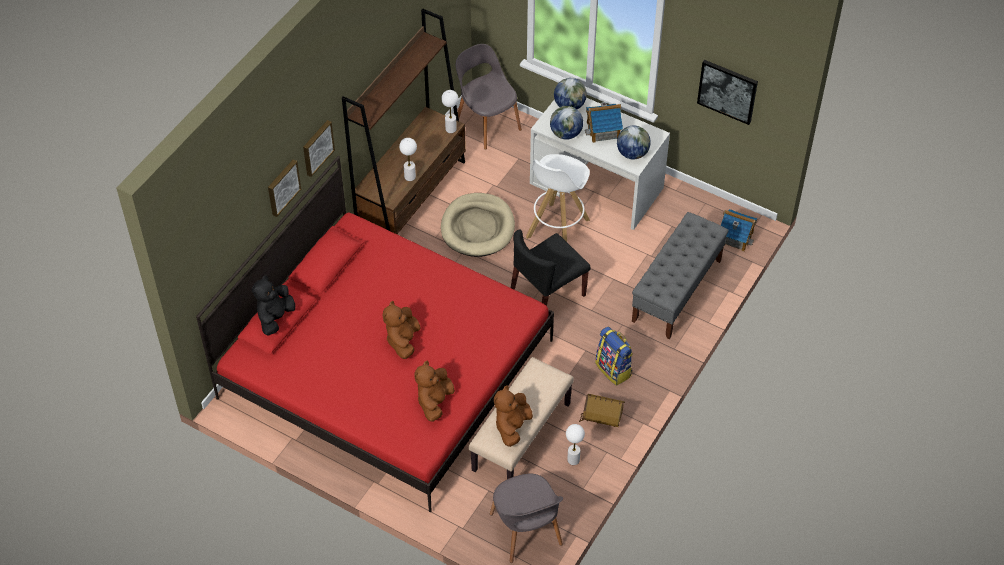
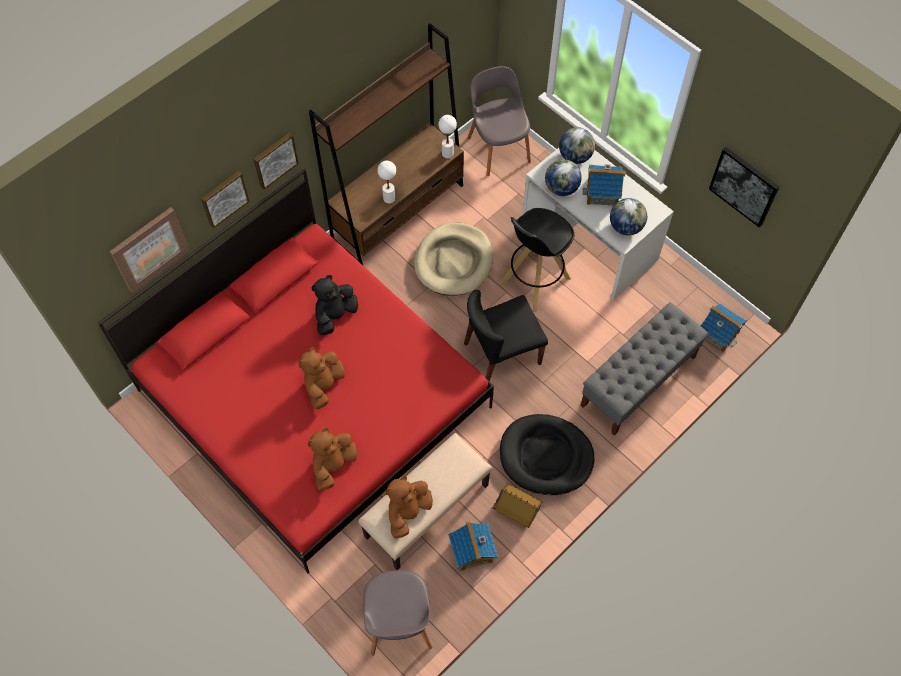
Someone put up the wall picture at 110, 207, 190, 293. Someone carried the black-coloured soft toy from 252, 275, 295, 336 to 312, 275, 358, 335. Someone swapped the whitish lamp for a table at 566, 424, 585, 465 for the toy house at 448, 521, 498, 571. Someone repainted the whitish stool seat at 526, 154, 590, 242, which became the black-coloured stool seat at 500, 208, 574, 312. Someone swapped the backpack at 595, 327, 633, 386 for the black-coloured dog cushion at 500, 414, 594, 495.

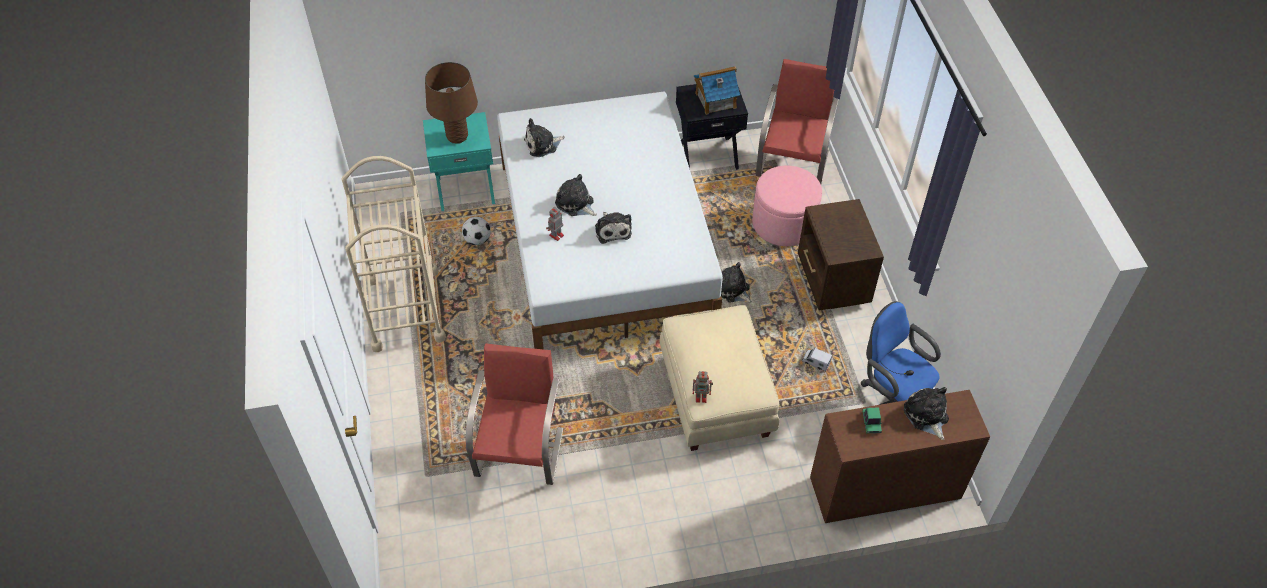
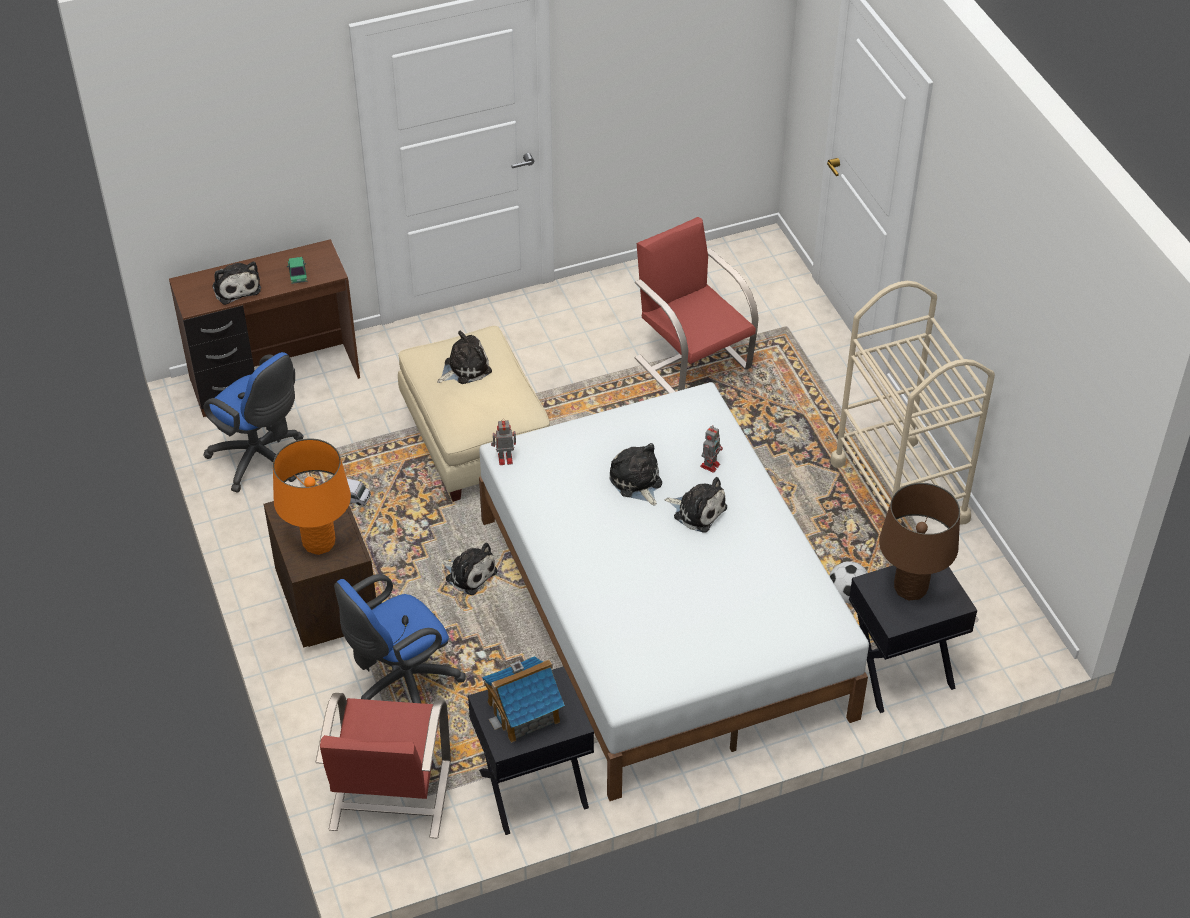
Someone put down the orange-coloured lamp for a table at 273, 438, 351, 555. Someone swapped the pink-coloured ottoman at 752, 166, 822, 246 for the bluish computer chair at 334, 574, 466, 703. Someone carried the soft toy from 524, 118, 565, 157 to 437, 331, 492, 384. Someone carried the robot figure from 693, 371, 713, 403 to 491, 419, 516, 465. Someone rotated the red upright chair at 466, 343, 563, 485 by 150 degrees clockwise. Someone repainted the blue-green nightstand at 423, 112, 495, 211, which became the black-coloured nightstand at 849, 565, 977, 713.

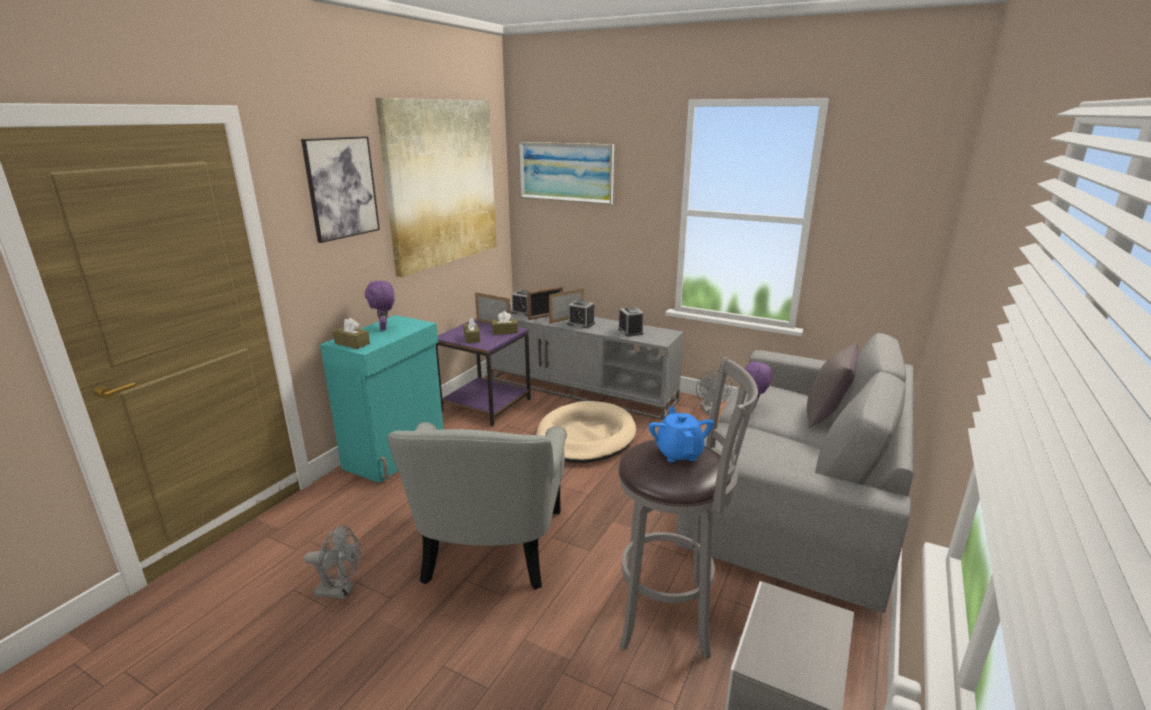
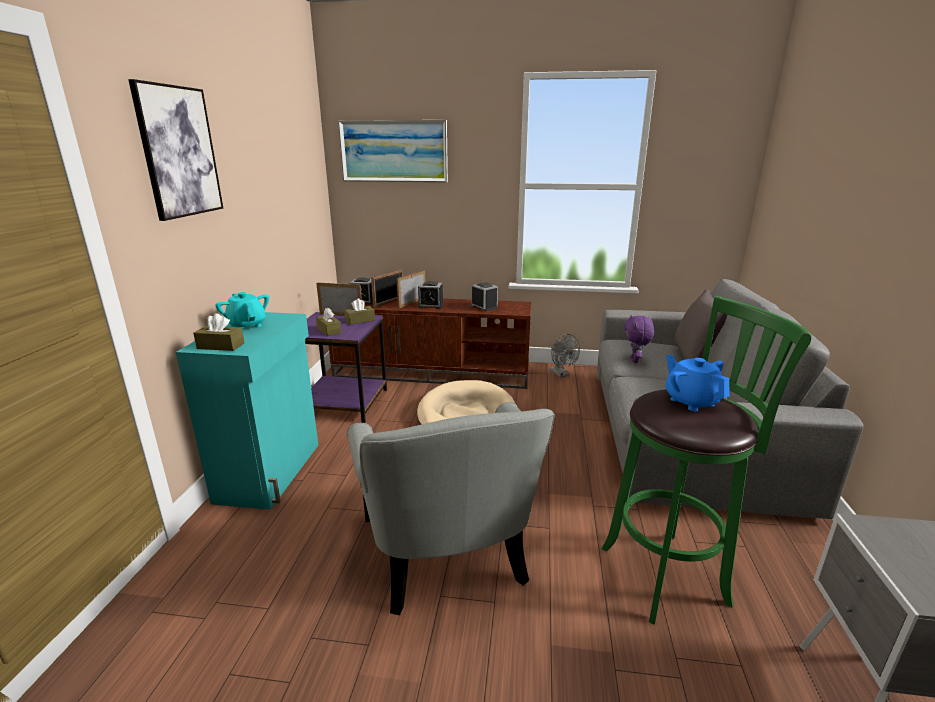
Someone swapped the purple soft toy at 365, 281, 395, 330 for the blue-green pot for tea at 215, 292, 269, 331. Someone repainted the grey media console at 490, 303, 684, 420, which became the brown media console at 329, 298, 531, 389. Someone repainted the grey stool seat at 619, 357, 758, 659, which became the green stool seat at 601, 296, 812, 625. Someone took away the grey electric fan at 304, 525, 361, 599. Someone took away the wall picture at 375, 98, 497, 277.

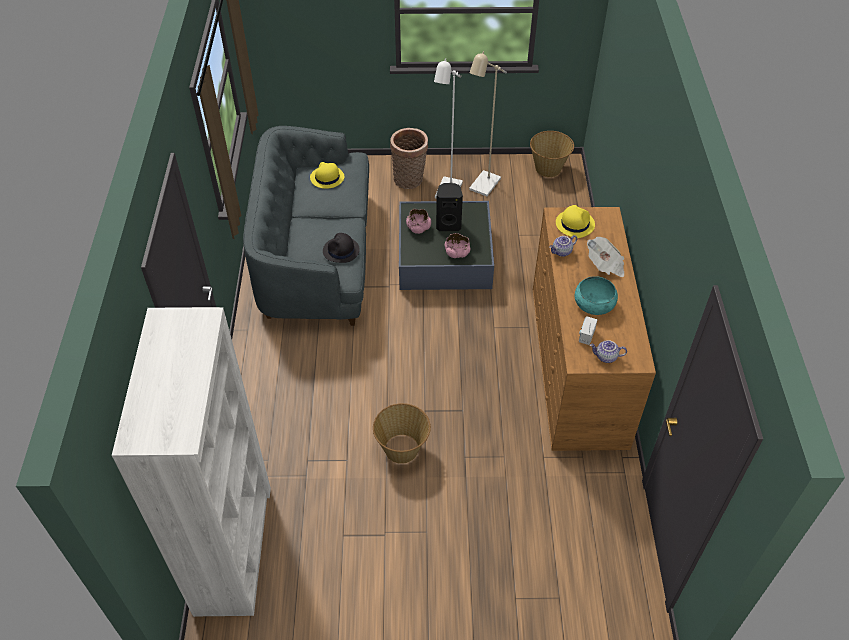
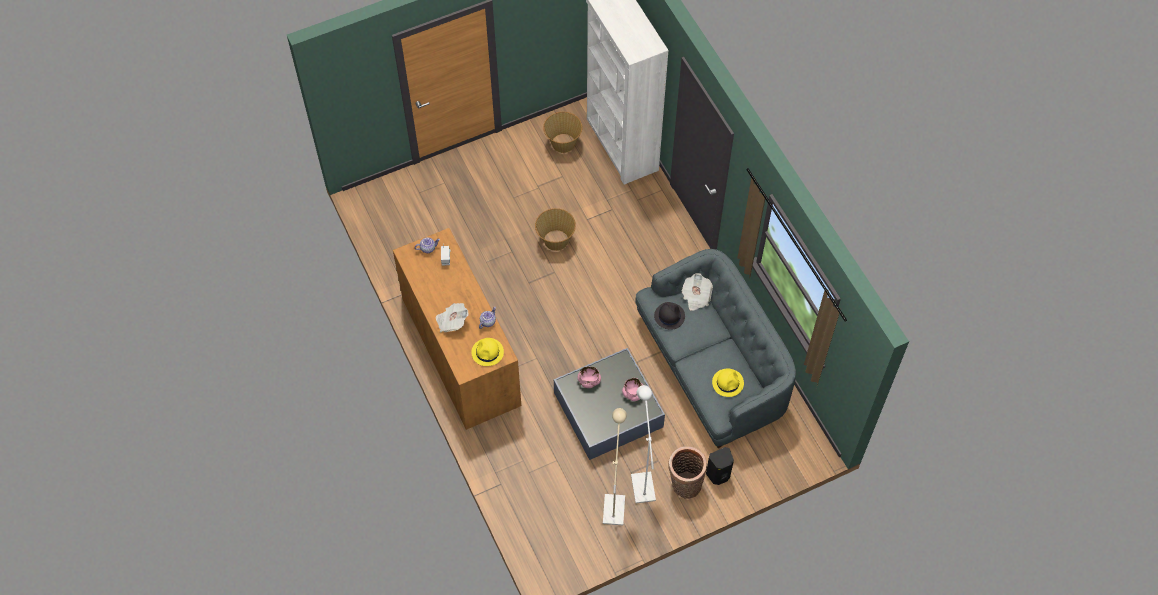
Someone carried the household basket from 530, 131, 574, 177 to 543, 112, 582, 153. Someone put down the printed paper at 682, 273, 713, 311. Someone carried the black-coloured audio speaker from 436, 183, 463, 231 to 706, 447, 734, 485. Someone took away the blue-green serving bowl at 575, 276, 618, 315.

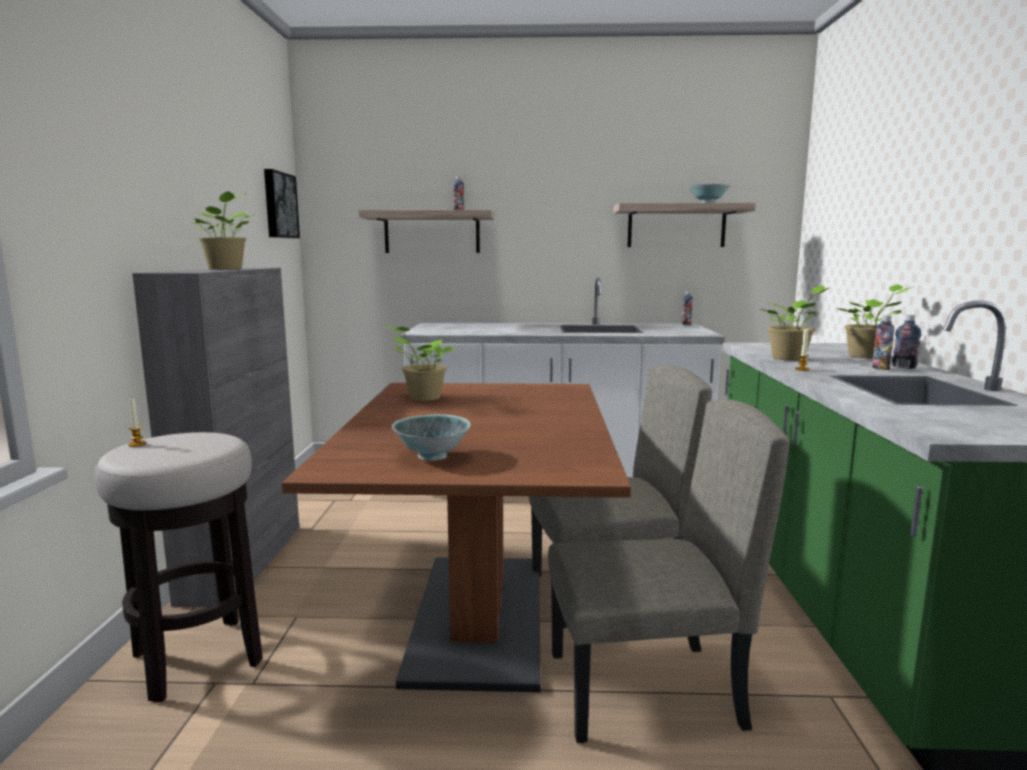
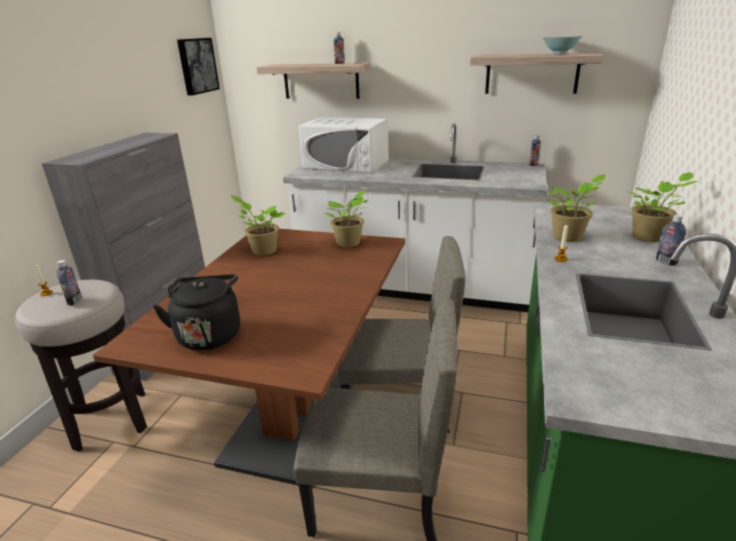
Someone carried the bottle from 872, 315, 895, 370 to 56, 260, 82, 305. Someone swapped the serving bowl at 392, 414, 470, 461 for the black-coloured tea kettle at 153, 274, 240, 350. Someone put down the whitish microwave at 299, 117, 389, 173. Someone carried the plant in a pot from 193, 191, 253, 270 to 325, 190, 369, 247.

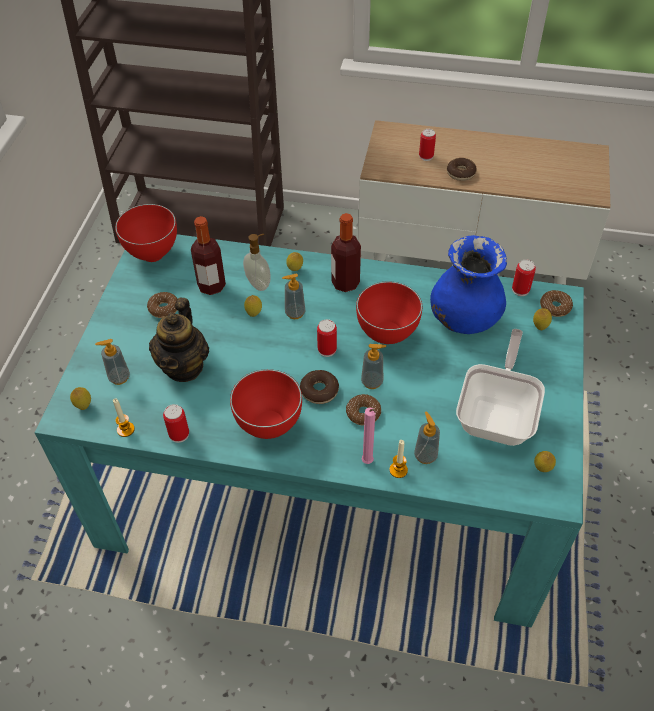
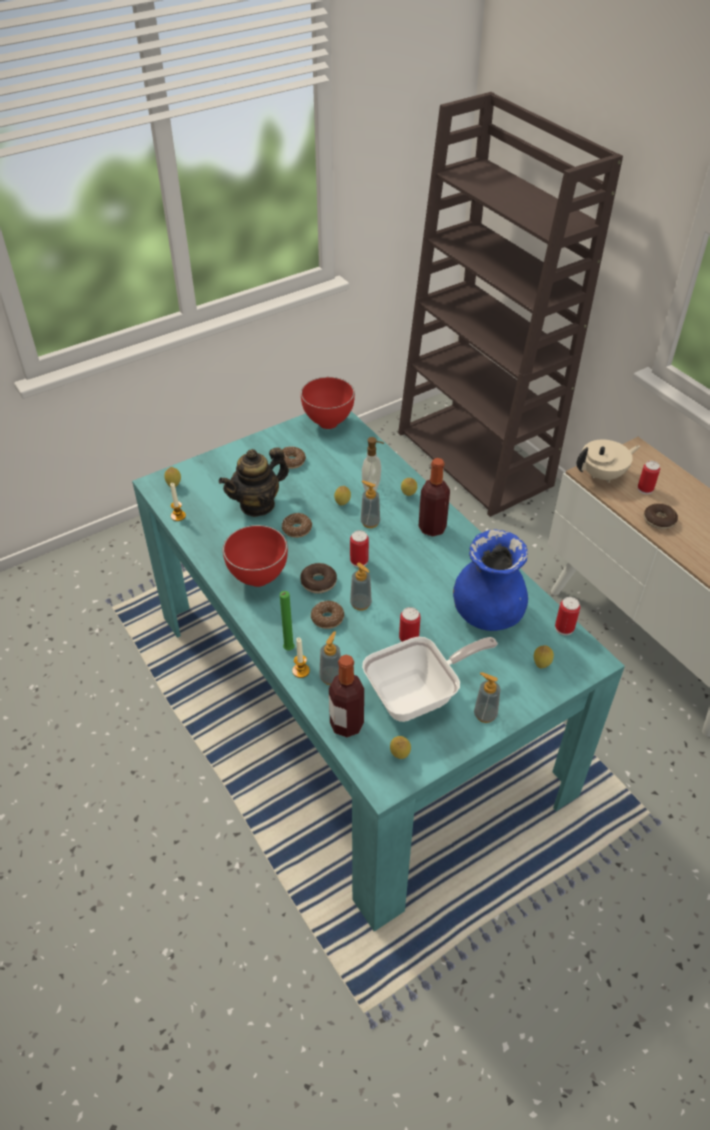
Someone repainted the pink-coloured wax candle at 362, 408, 378, 464, which became the green wax candle at 280, 591, 294, 650. Someone carried the donut from 540, 290, 573, 317 to 282, 513, 312, 538. Someone carried the bottle from 191, 216, 226, 295 to 329, 655, 364, 737. Someone carried the sealed can from 163, 404, 189, 443 to 399, 607, 421, 642. Someone carried the liquid soap bottle from 95, 339, 130, 385 to 474, 672, 500, 723. Someone put down the beige pot for tea at 577, 440, 640, 483. Someone took away the red serving bowl at 356, 281, 422, 344.

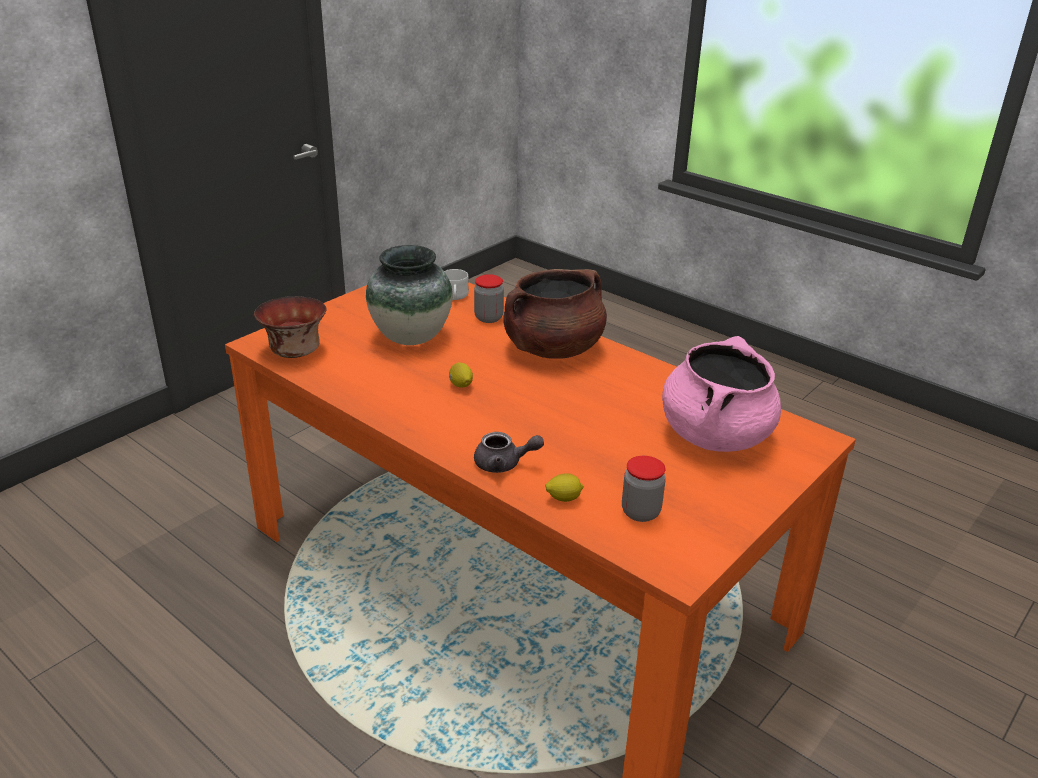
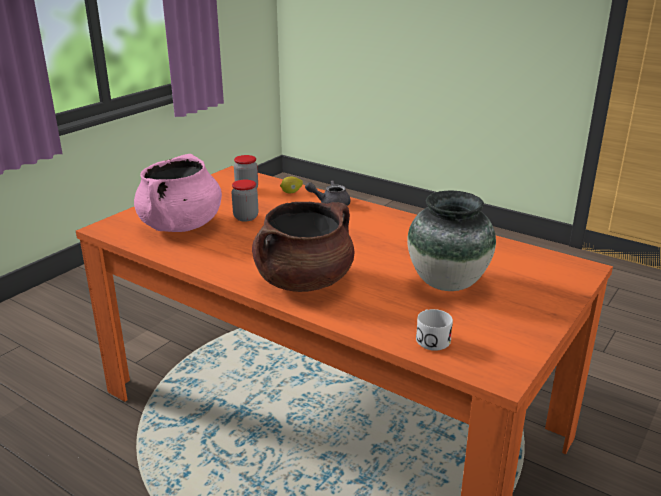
Someone carried the preserve jar from 474, 274, 504, 323 to 232, 180, 258, 222. Someone took away the serving bowl at 254, 296, 327, 358. Someone took away the whole lemon at 449, 363, 473, 387.

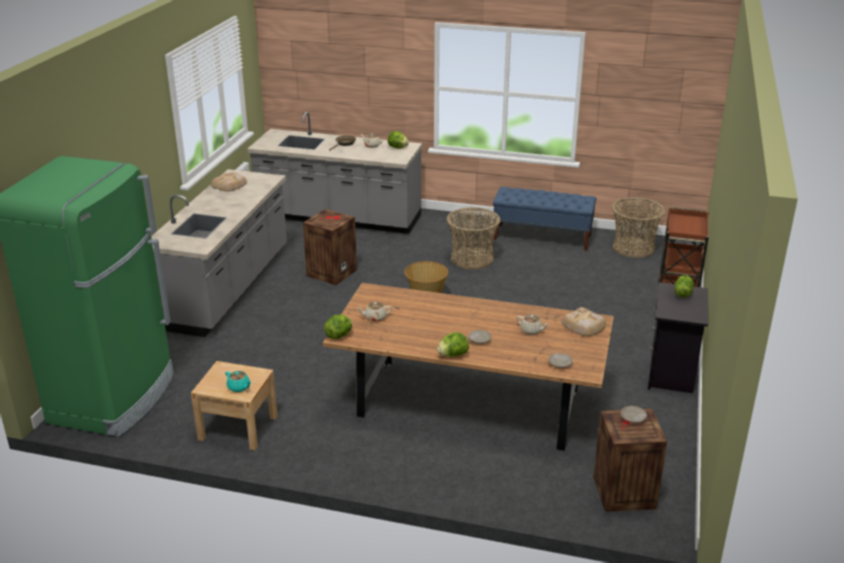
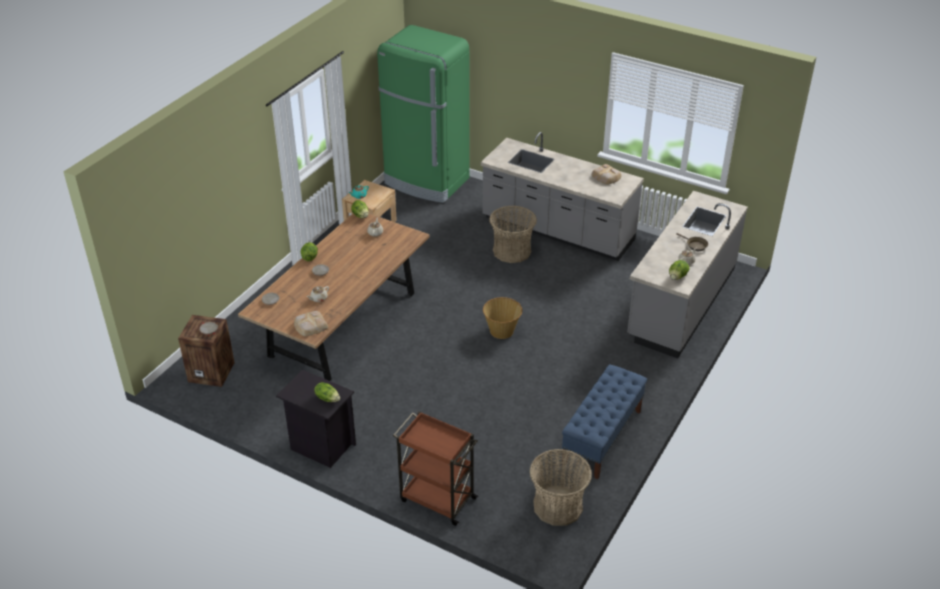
Someone carried the household basket from 447, 207, 500, 269 to 489, 205, 537, 263. Someone took away the packing crate at 303, 209, 357, 285.

